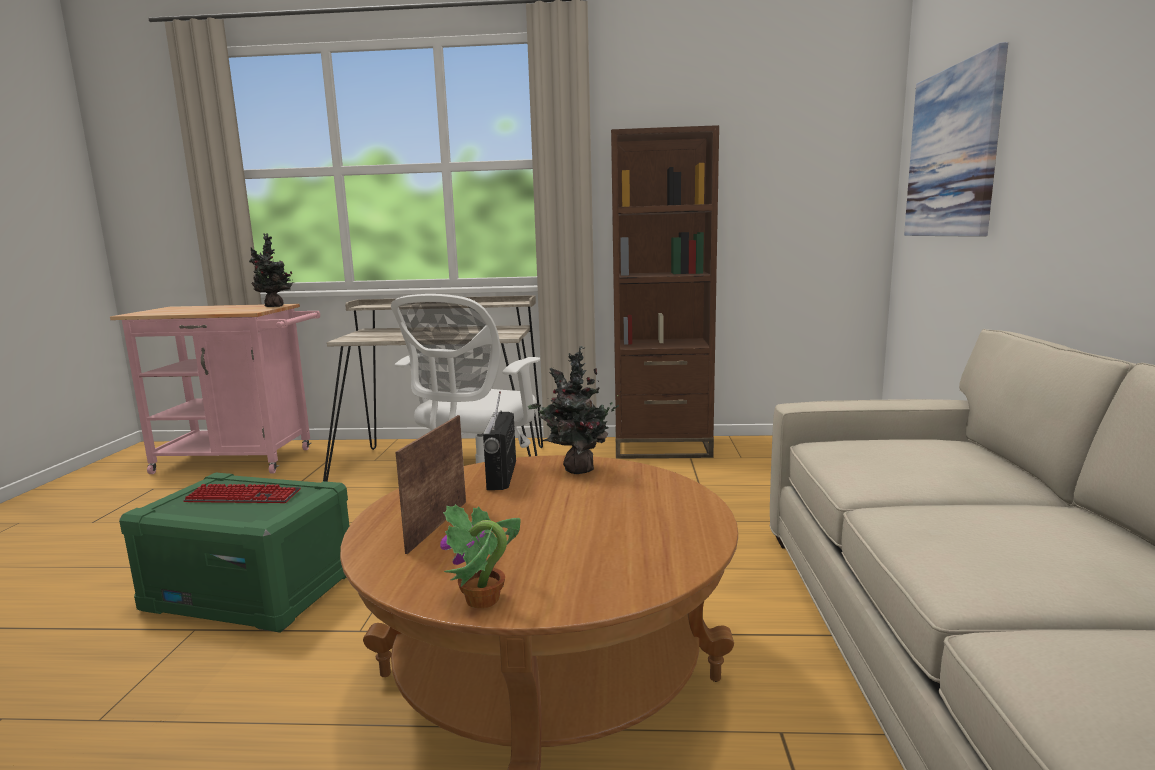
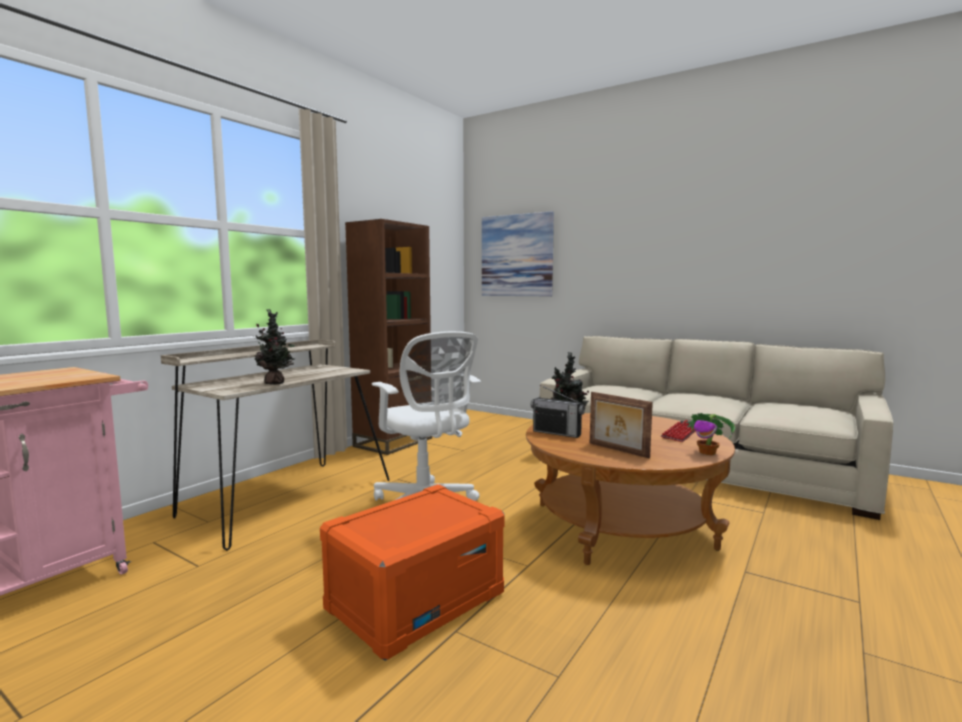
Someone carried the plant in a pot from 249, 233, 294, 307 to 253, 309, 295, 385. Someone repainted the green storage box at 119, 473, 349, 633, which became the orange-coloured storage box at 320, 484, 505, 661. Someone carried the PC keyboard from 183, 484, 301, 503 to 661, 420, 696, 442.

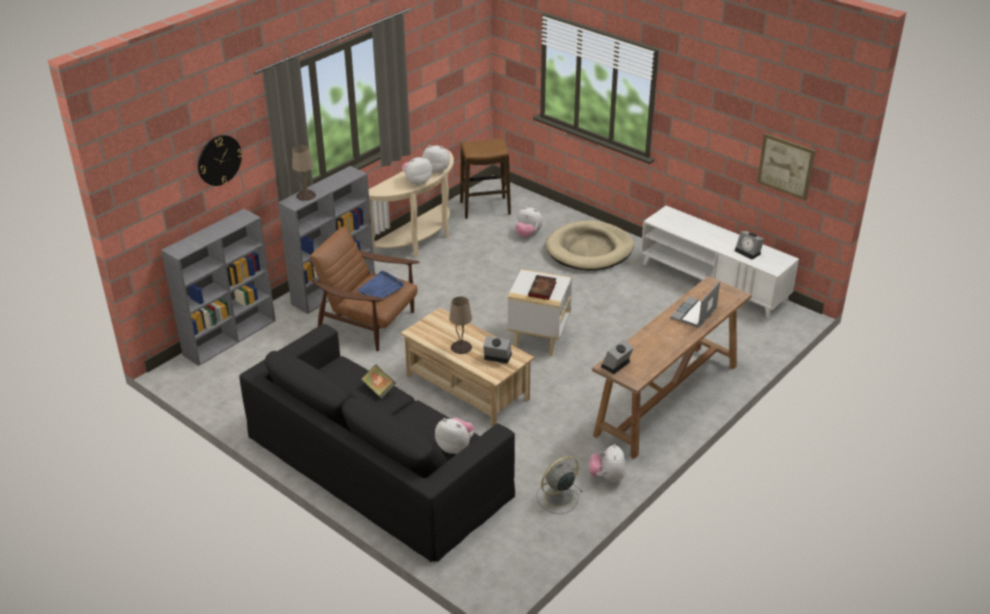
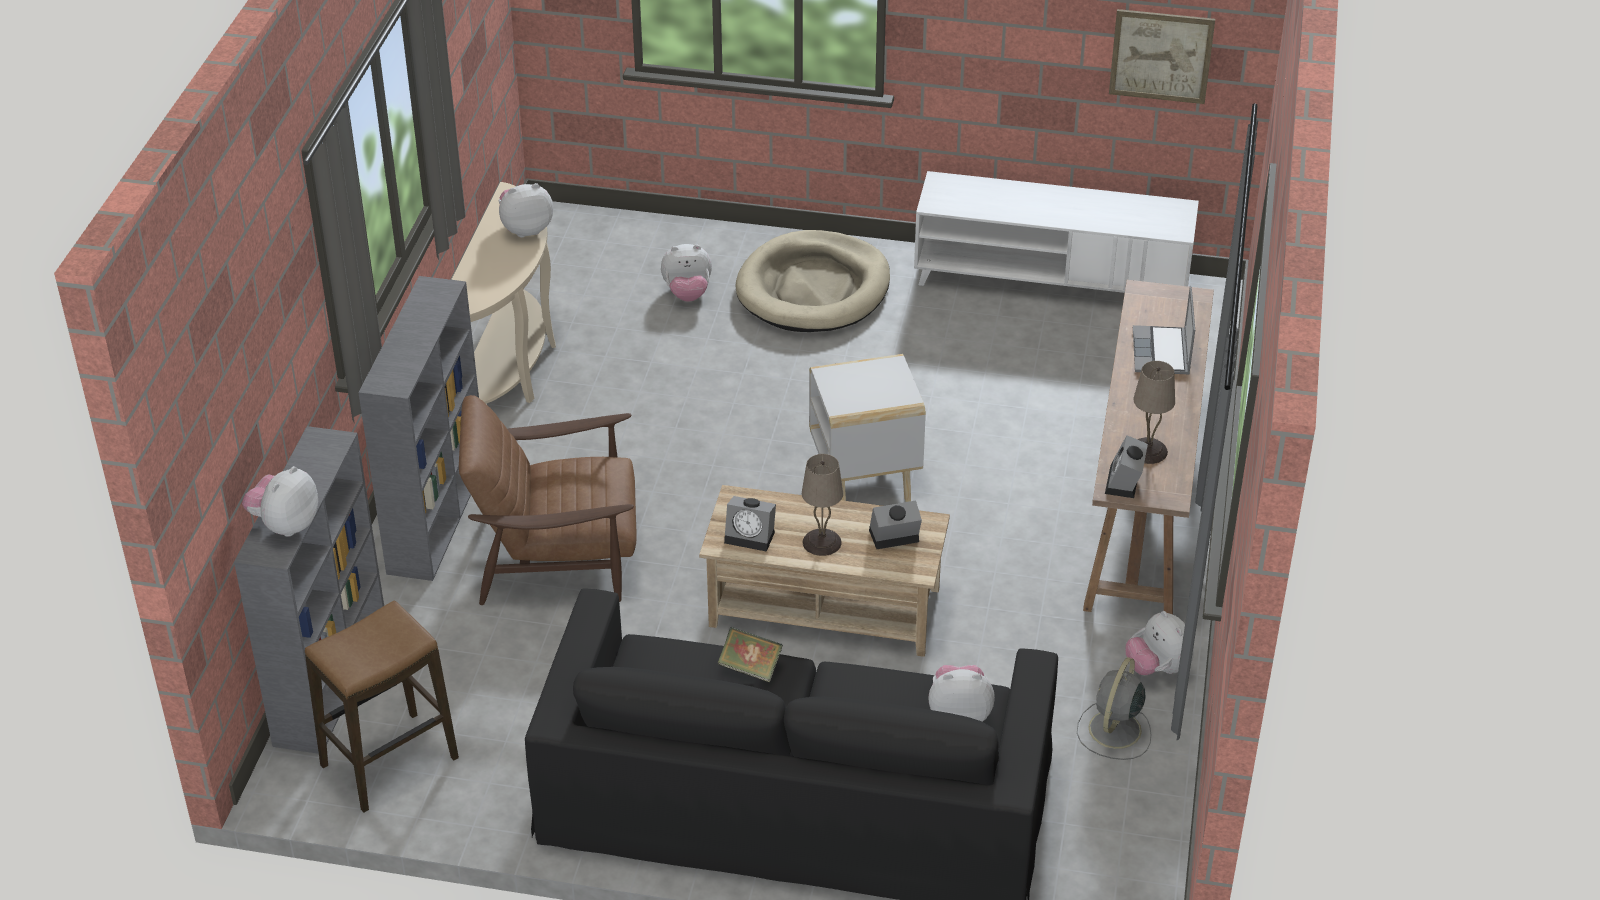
Someone carried the soft toy from 402, 156, 432, 186 to 242, 466, 318, 537. Someone carried the stool seat from 460, 138, 511, 219 to 305, 600, 459, 812. Someone carried the alarm clock from 735, 231, 764, 260 to 724, 496, 776, 552. Someone carried the beige lamp for a table from 292, 145, 316, 201 to 1133, 361, 1175, 464. Someone took away the hanging clock at 198, 135, 243, 186. Someone took away the bluish serving tray at 357, 270, 404, 302. Someone took away the bound book at 528, 275, 557, 300.

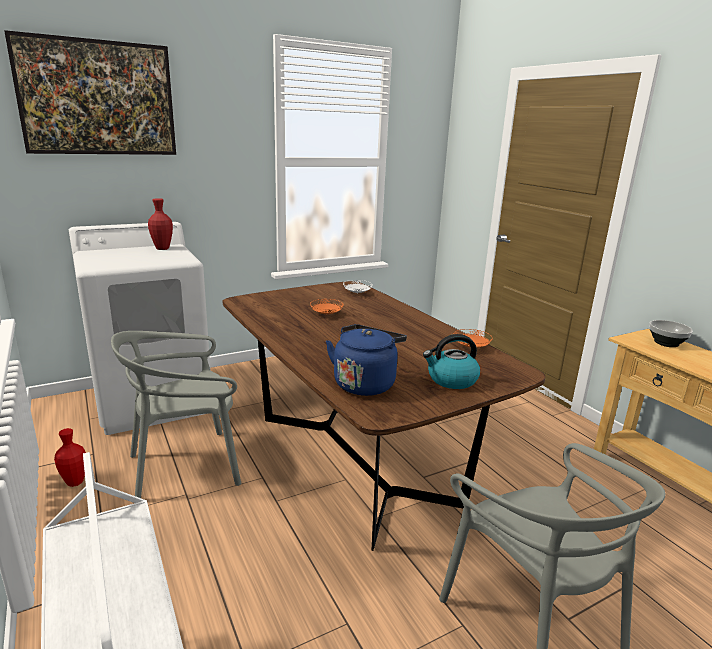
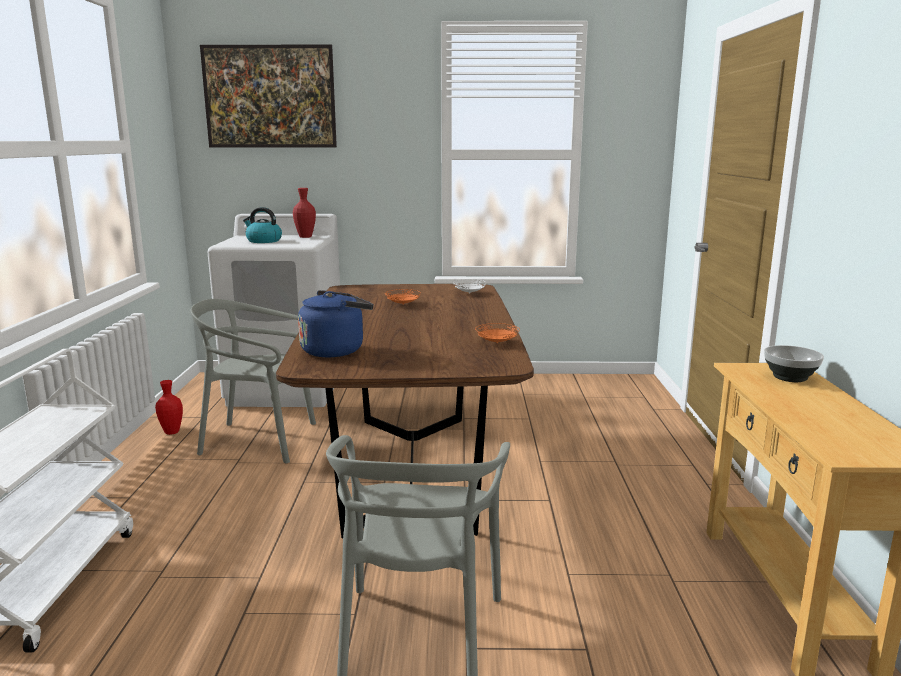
Someone carried the tea kettle from 423, 334, 480, 389 to 243, 207, 282, 243.

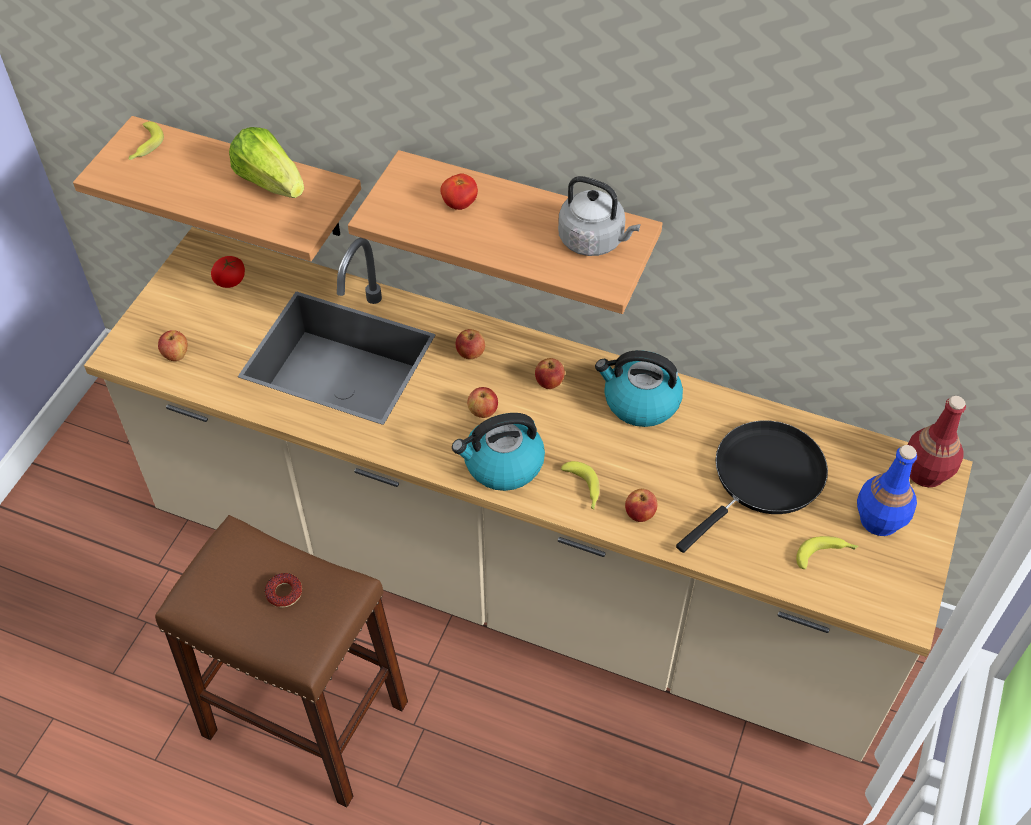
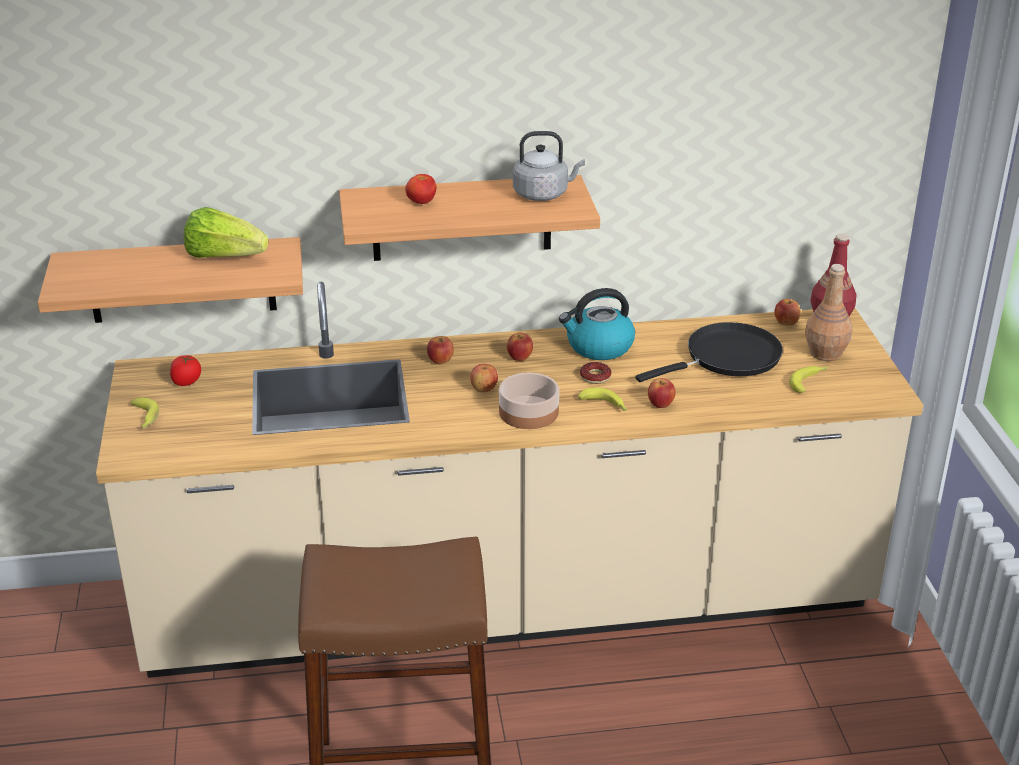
Someone carried the whole banana from 129, 121, 164, 160 to 130, 397, 159, 429. Someone swapped the tea kettle at 452, 413, 545, 491 for the serving bowl at 499, 373, 559, 429. Someone carried the donut from 265, 573, 302, 608 to 580, 362, 612, 384. Someone rotated the black-coloured pan at 676, 420, 828, 553 by 45 degrees clockwise. Someone carried the apple fruit from 158, 330, 188, 361 to 775, 299, 801, 325. Someone repainted the bluish bottle at 857, 445, 917, 536, which became the brown bottle at 805, 264, 853, 361.

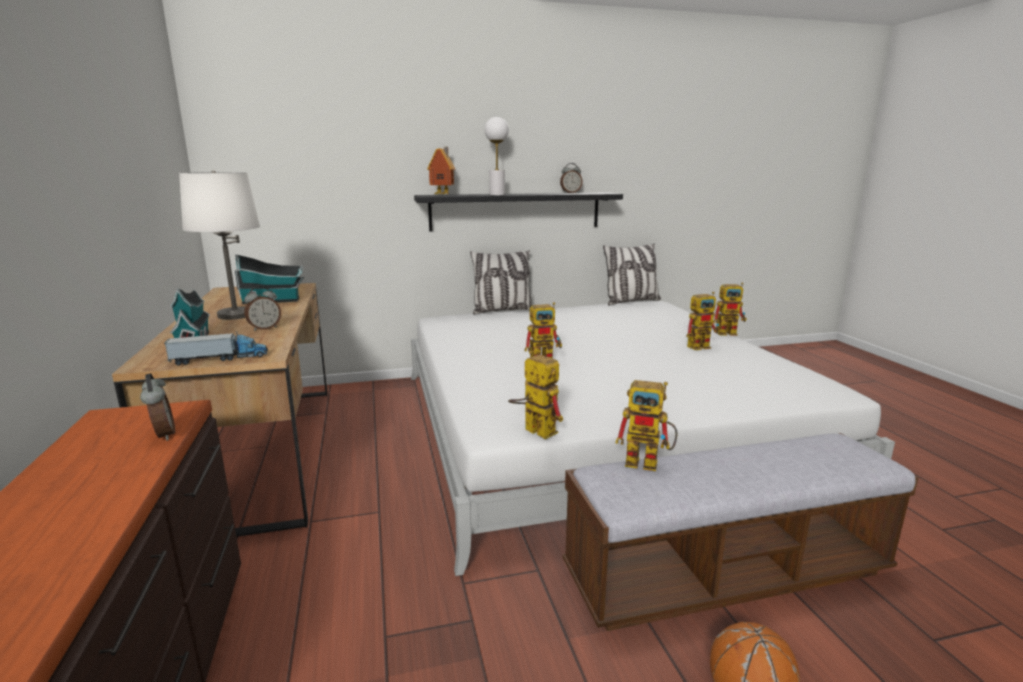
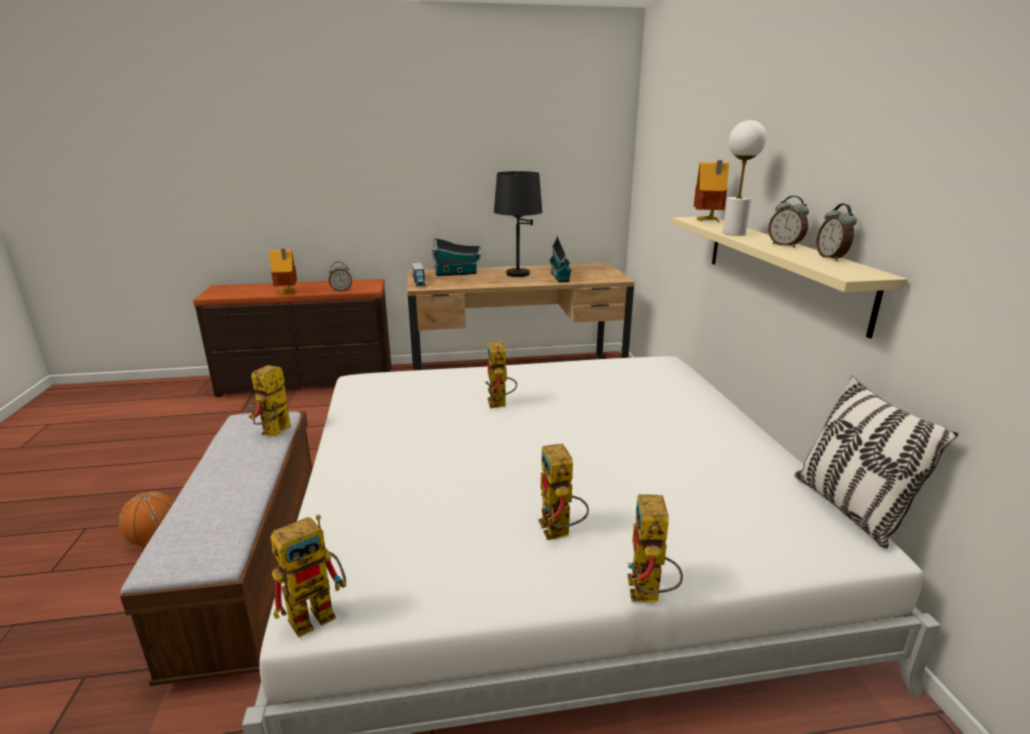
Someone put down the toy house at 269, 249, 297, 294. Someone carried the robot figure from 508, 351, 563, 439 to 270, 515, 346, 638. Someone repainted the whitish lamp for a table at 179, 170, 260, 320, which became the black-coloured lamp for a table at 494, 171, 542, 277. Someone repainted the black-coloured shelf at 414, 192, 623, 232, which became the beige shelf at 672, 217, 908, 338. Someone carried the alarm clock from 244, 286, 281, 331 to 768, 196, 809, 248. Someone took away the pillow at 470, 250, 532, 314.

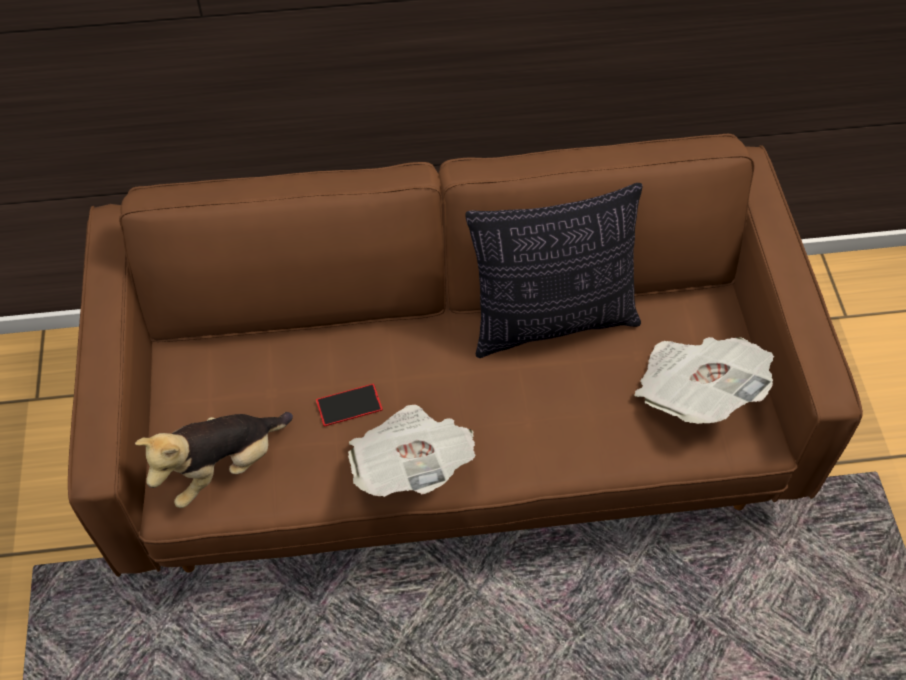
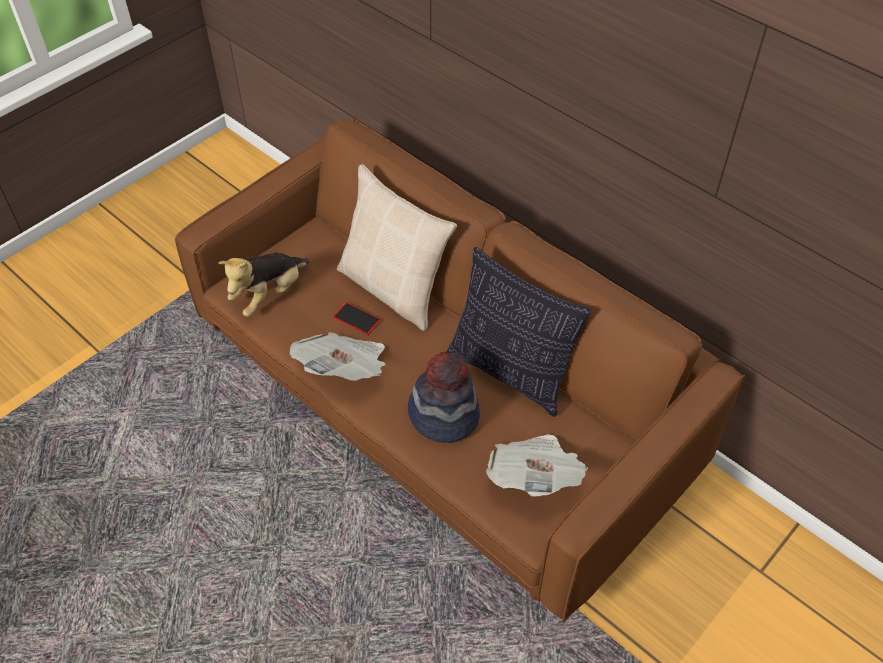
Someone rotated the soft toy at 135, 412, 293, 508 by 60 degrees counterclockwise. Someone put down the beige pillow at 337, 164, 457, 331. Someone put down the hat at 408, 352, 480, 443.

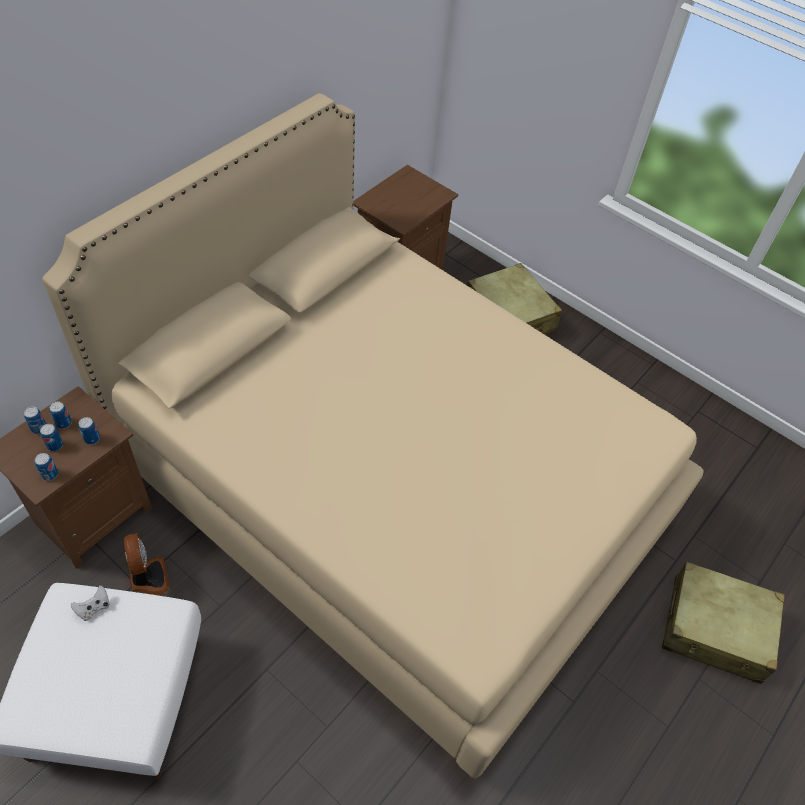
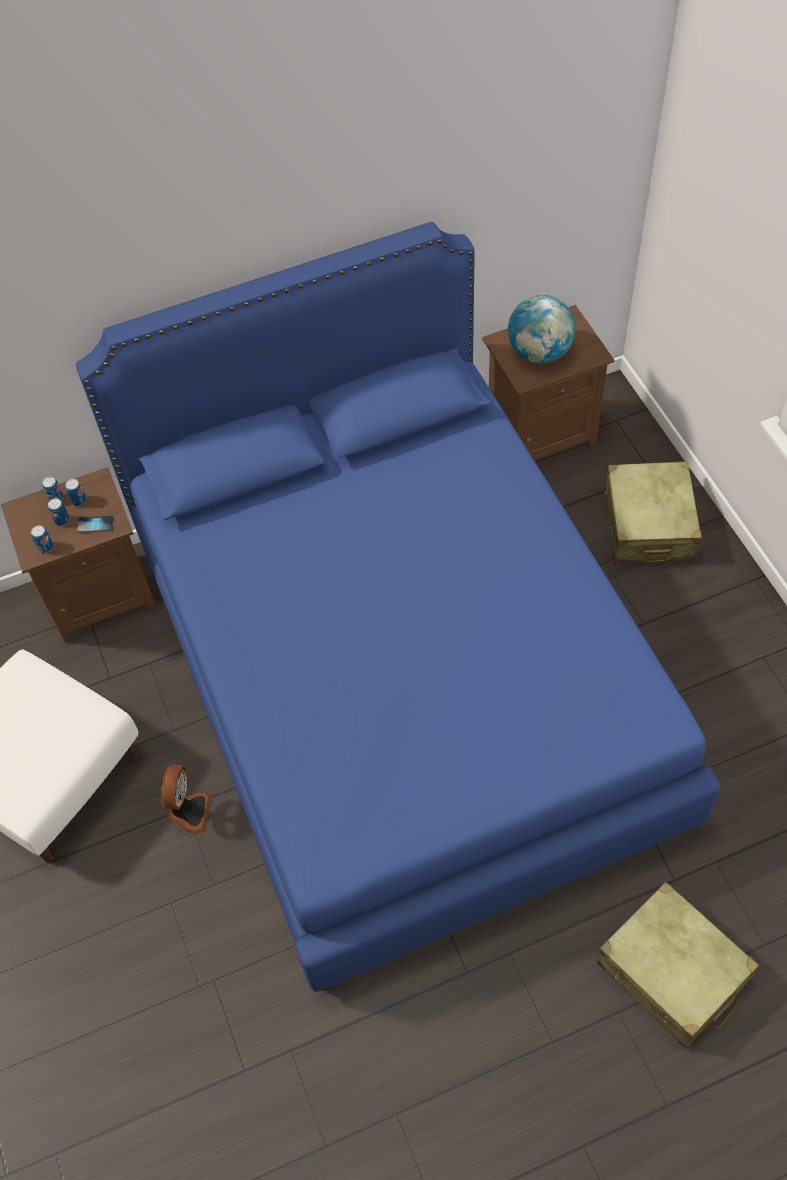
Someone repainted the beige bedroom bed at 42, 93, 704, 779, which became the bluish bedroom bed at 76, 222, 720, 992. Someone swapped the sealed can at 78, 417, 100, 445 for the handset at 77, 516, 114, 533. Someone carried the electric fan from 124, 533, 170, 595 to 161, 764, 212, 835. Someone put down the globe at 508, 295, 576, 364. Someone took away the whitish joypad at 71, 585, 110, 621.

